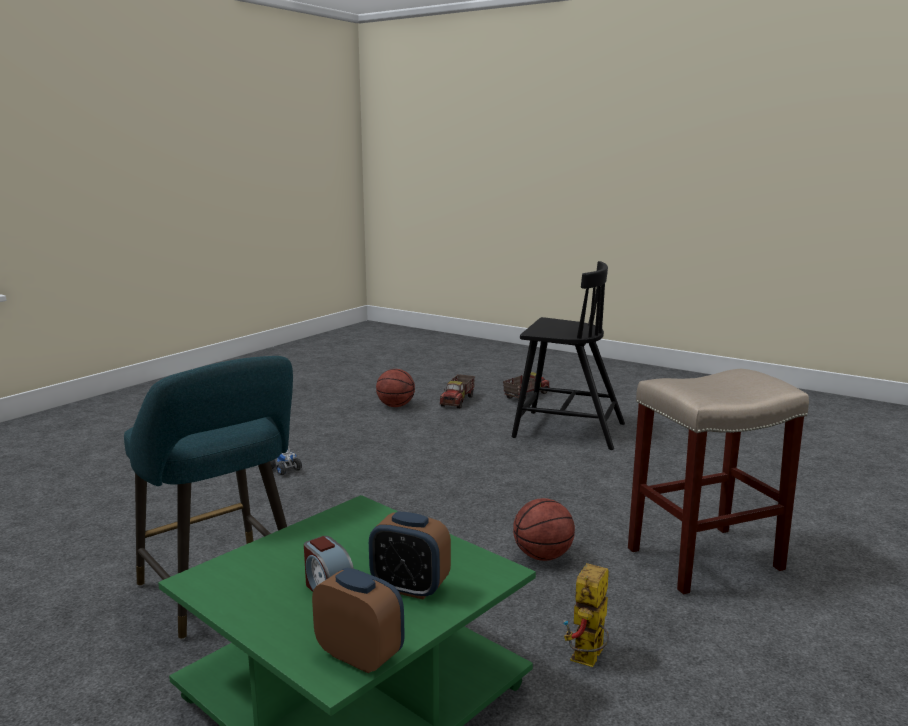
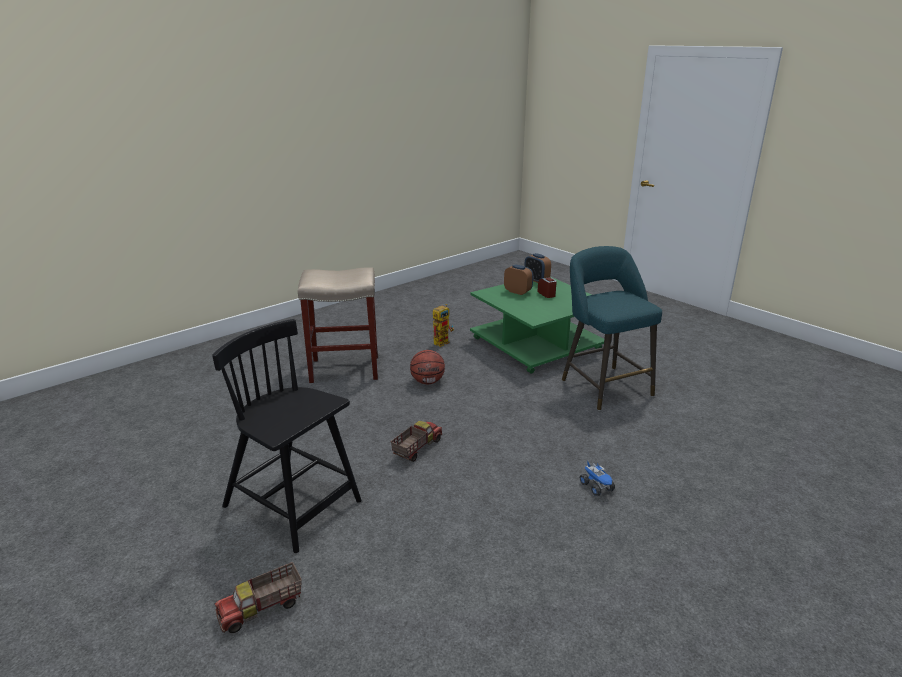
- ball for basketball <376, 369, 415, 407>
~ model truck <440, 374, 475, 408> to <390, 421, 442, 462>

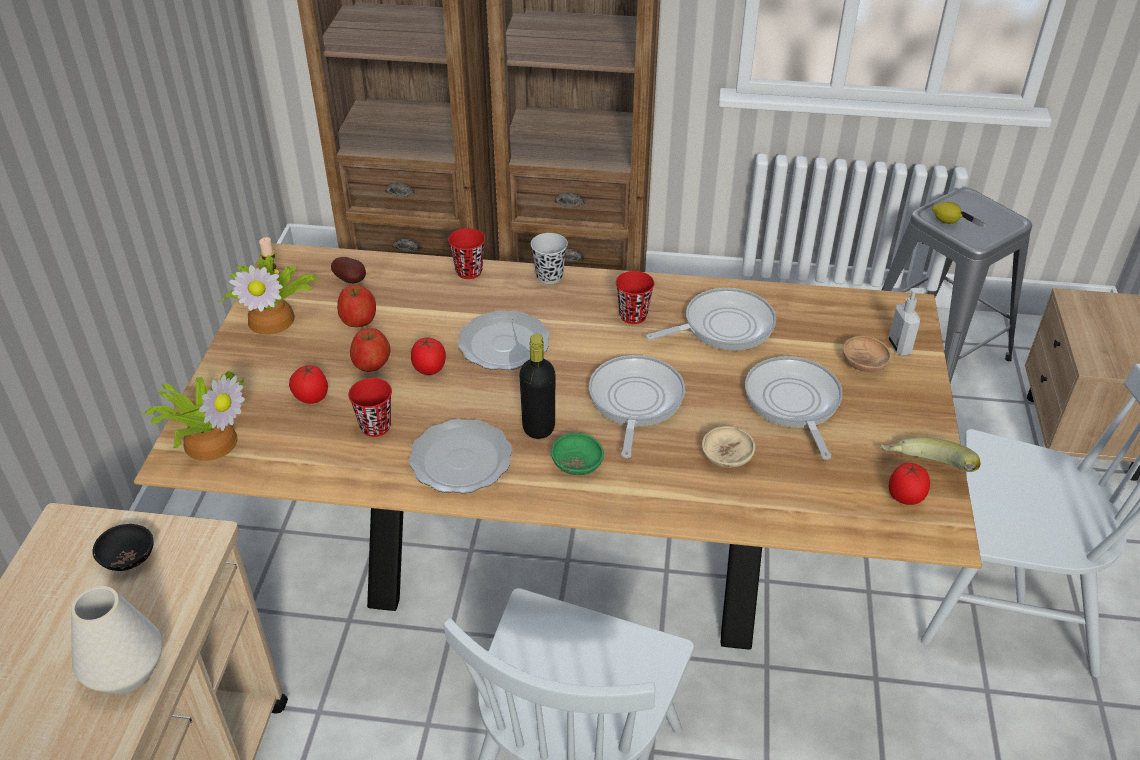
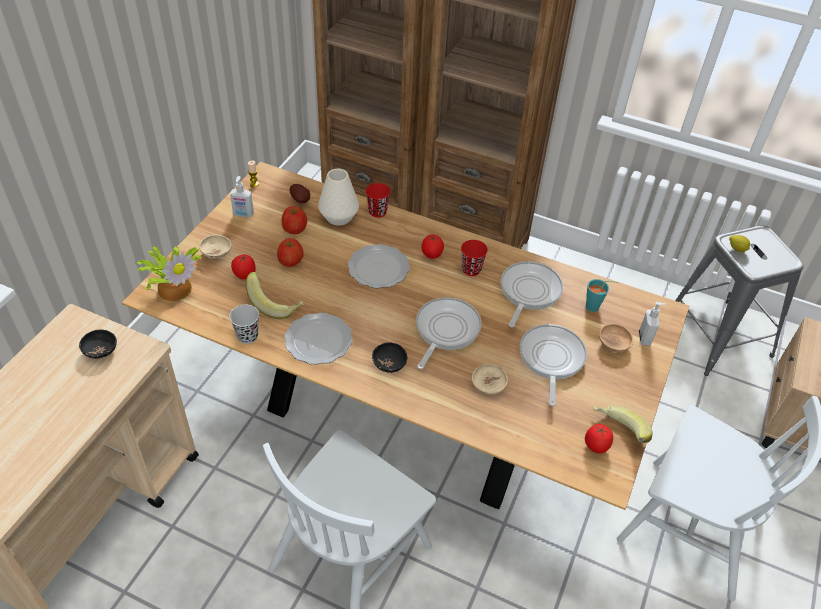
~ white vase <71, 586, 162, 694> to <318, 169, 359, 226>
~ potted plant <218, 255, 318, 335> to soap bottle <230, 176, 254, 217>
~ red small cup <348, 378, 392, 437> to banana <246, 272, 304, 319>
~ fresh tomato <411, 338, 446, 375> to <421, 235, 444, 259>
- blackish bottle <519, 334, 555, 439>
~ blackish small cup <531, 233, 568, 284> to <229, 305, 259, 344>
~ green-coloured bowl <551, 433, 604, 475> to blackish bowl <372, 342, 407, 373>
~ frying pan <646, 288, 776, 350> = <501, 261, 563, 327> 60 degrees counterclockwise
+ beige bowl <199, 235, 232, 259>
+ turquoise-coloured small cup <586, 279, 618, 312>

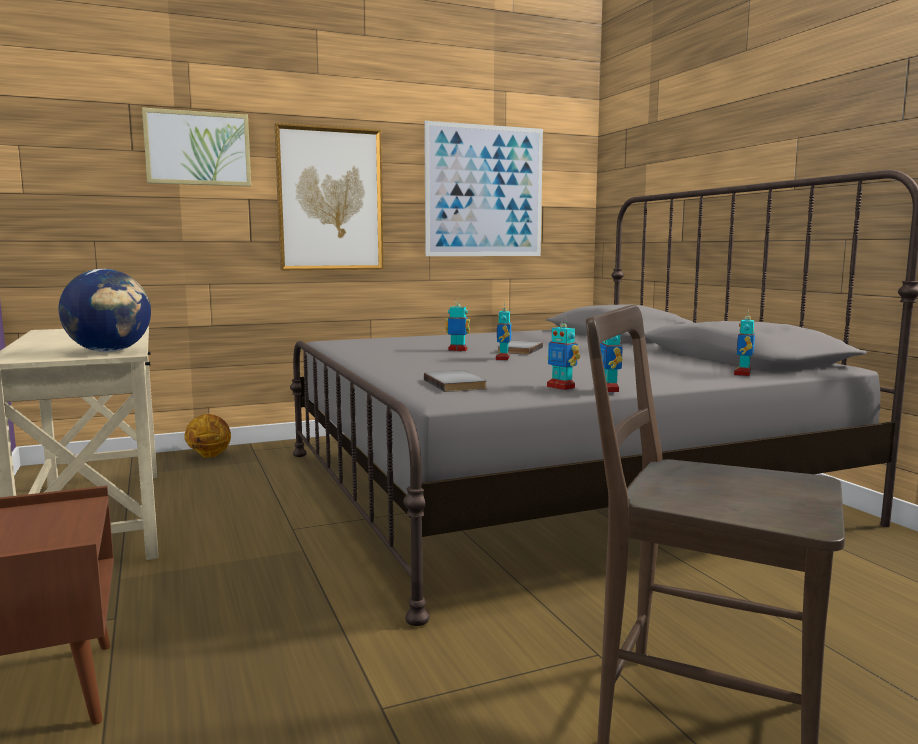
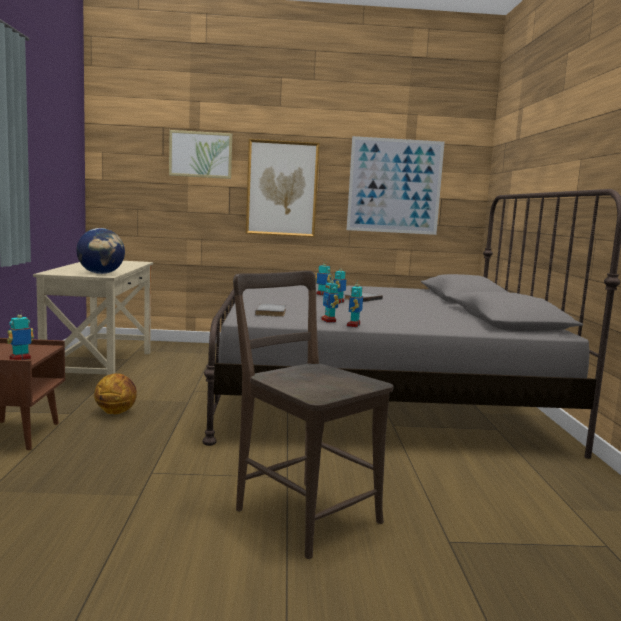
~ ball for basketball <184, 414, 231, 458> to <94, 373, 137, 414>
~ robot figure <734, 310, 755, 376> to <7, 315, 34, 360>

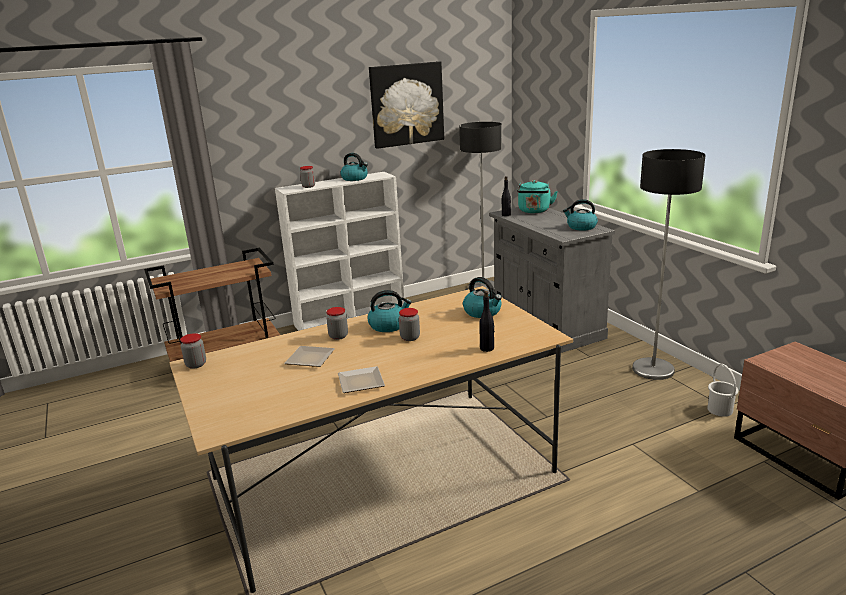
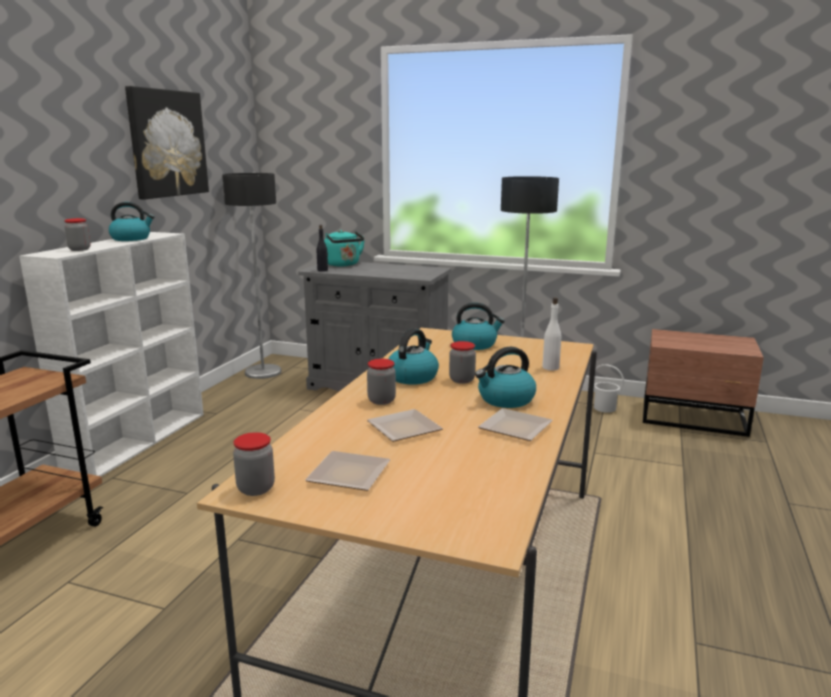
~ blackish bottle <479, 291, 495, 352> to white bottle <542, 297, 561, 370>
~ kettle <563, 199, 598, 231> to <475, 347, 536, 408>
+ plate <305, 451, 390, 491>

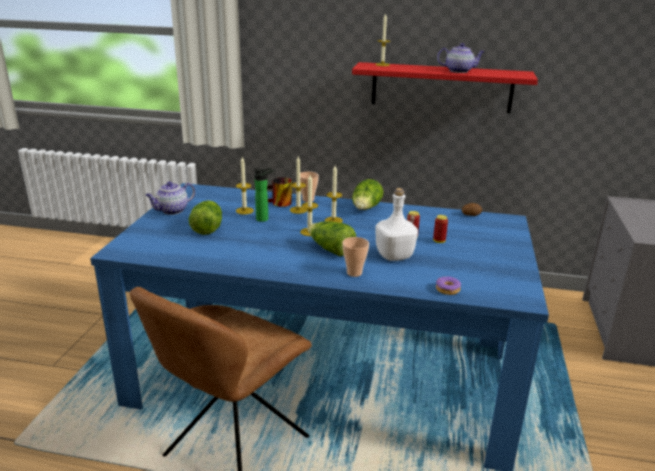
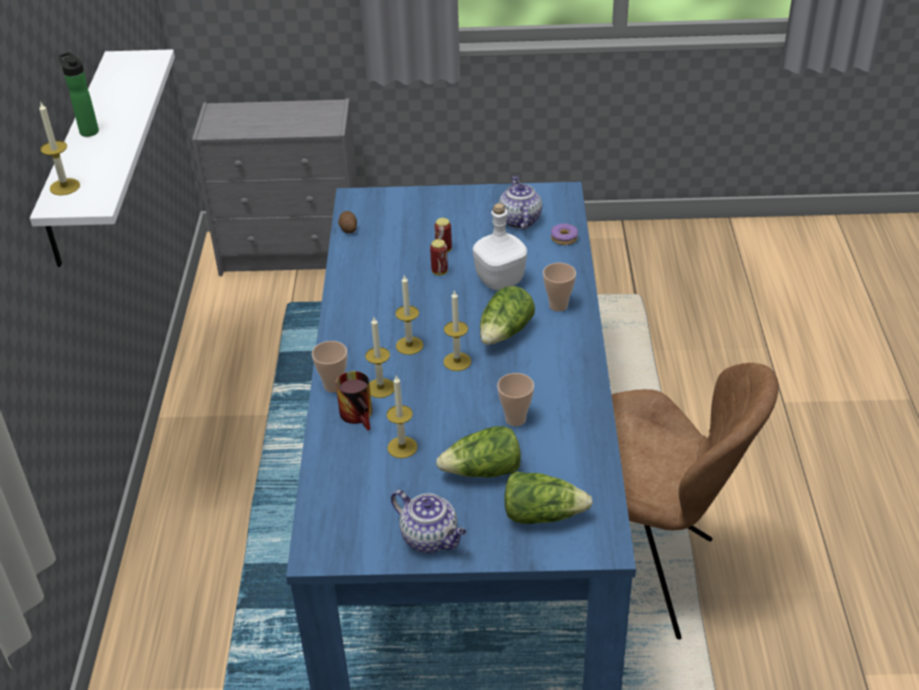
~ bottle <254, 168, 272, 222> to <58, 52, 99, 137>
~ red bracket shelf <352, 62, 538, 113> to white bracket shelf <30, 49, 175, 267>
~ lettuce head <352, 179, 384, 210> to <504, 472, 593, 524>
~ tea pot <437, 43, 485, 73> to <499, 175, 542, 229>
+ small cup <497, 373, 534, 426>

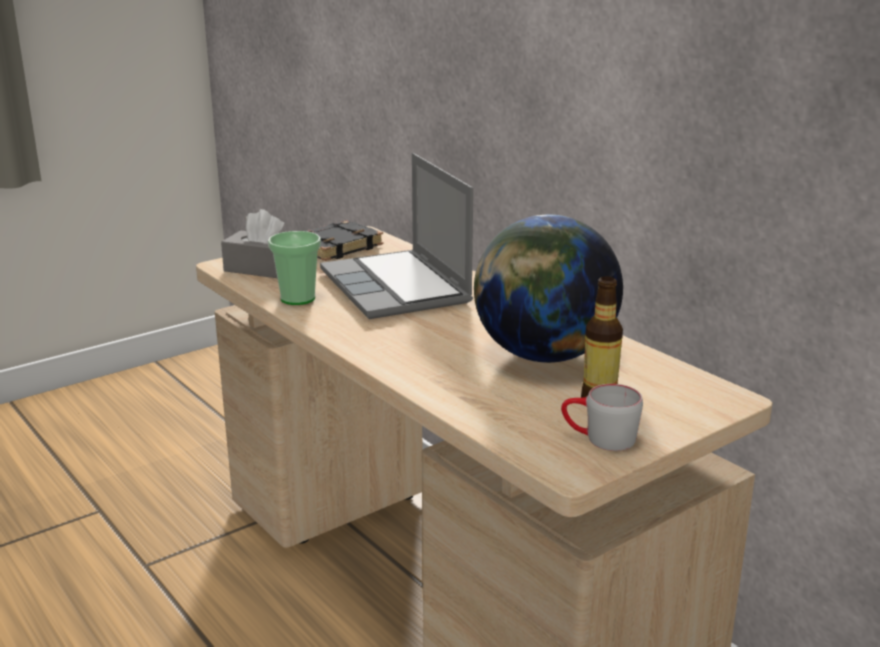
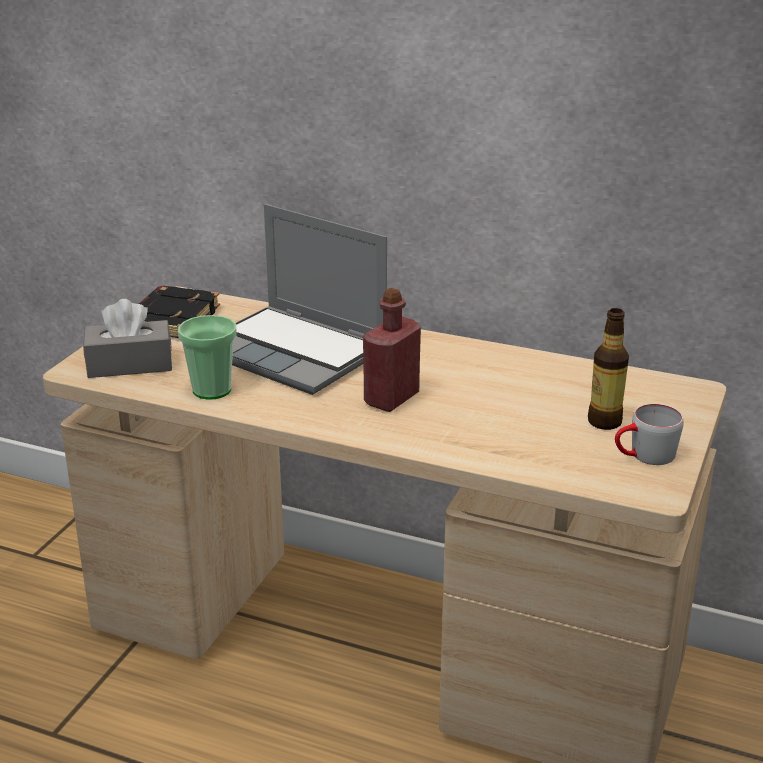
- globe <474, 215, 623, 363>
+ red bottle <363, 288, 421, 412>

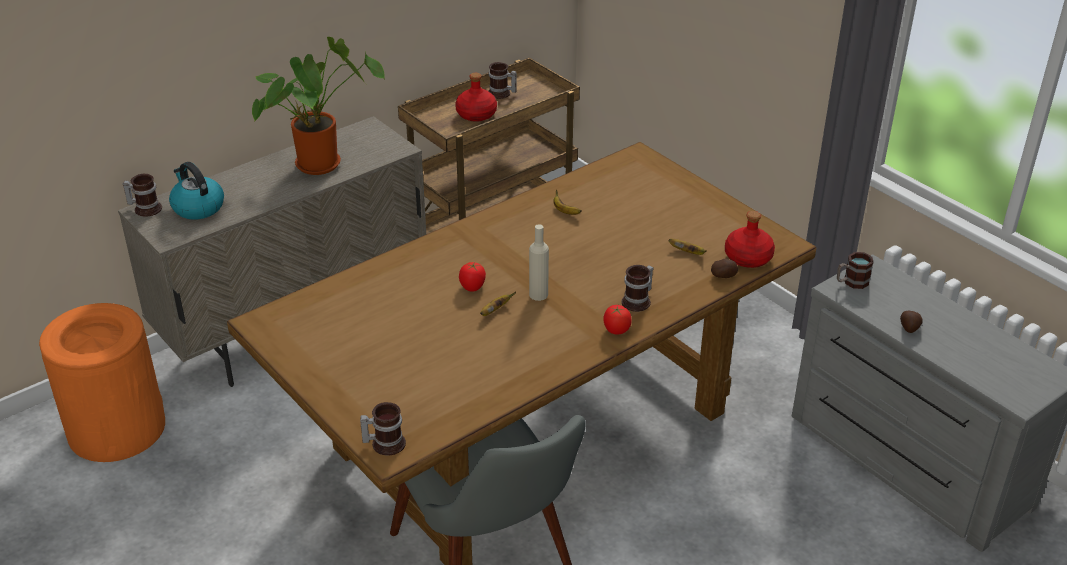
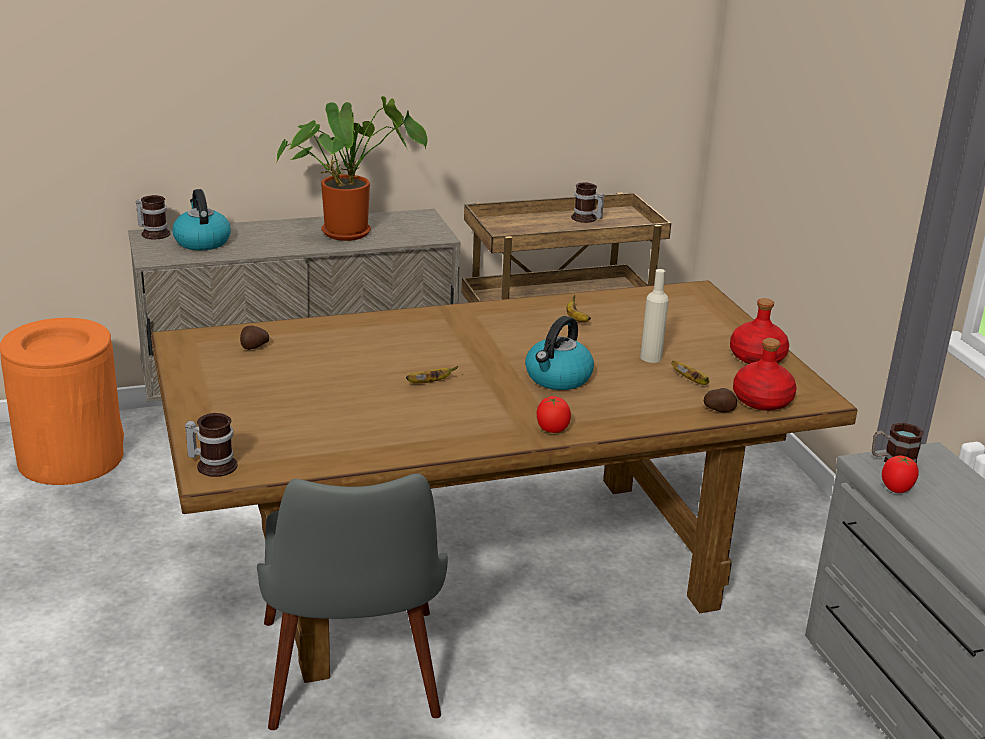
~ red bottle <455, 73, 497, 122> to <730, 298, 789, 364>
~ fresh tomato <459, 262, 486, 292> to <882, 456, 919, 493>
~ beige bottle <529, 224, 549, 301> to <640, 269, 669, 363>
- mug <621, 265, 654, 312>
~ spud <900, 311, 923, 333> to <240, 326, 269, 350>
+ kettle <525, 316, 594, 390>

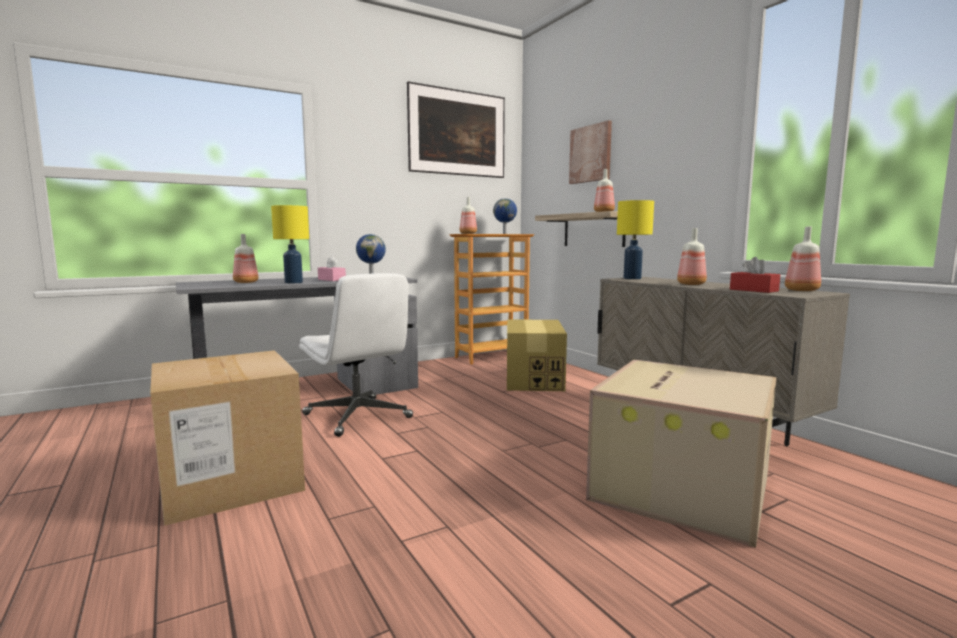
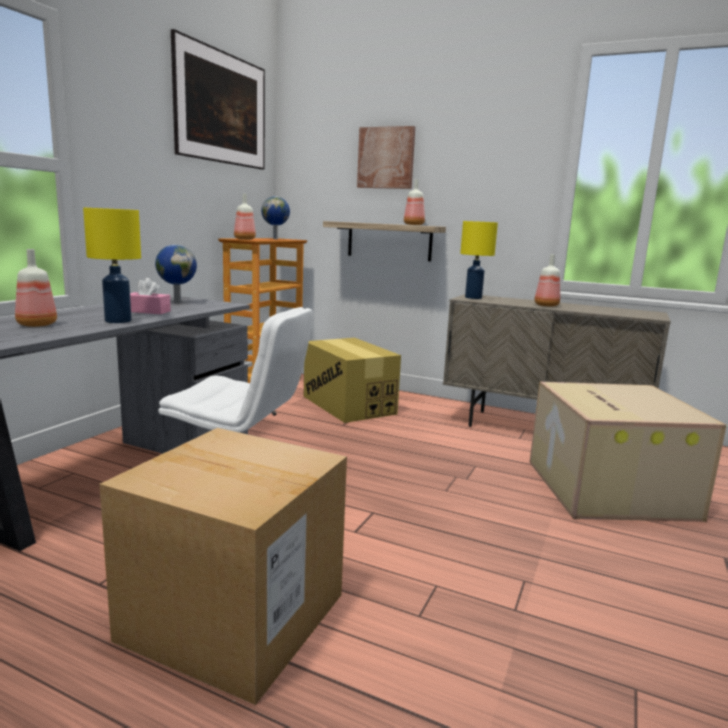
- red tissue holder <730, 257, 780, 293>
- bottle <785, 227, 821, 291>

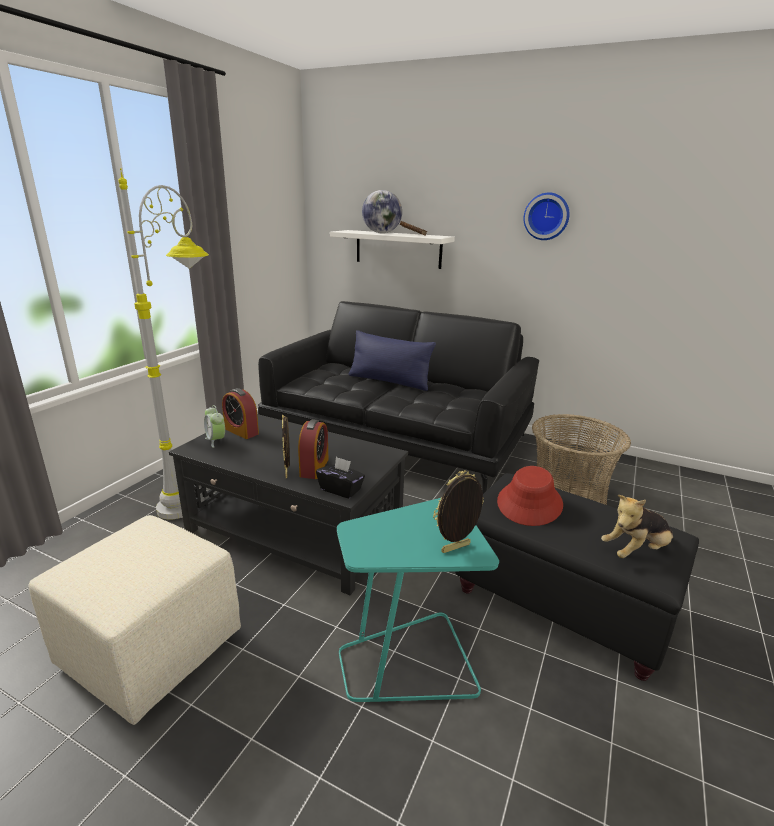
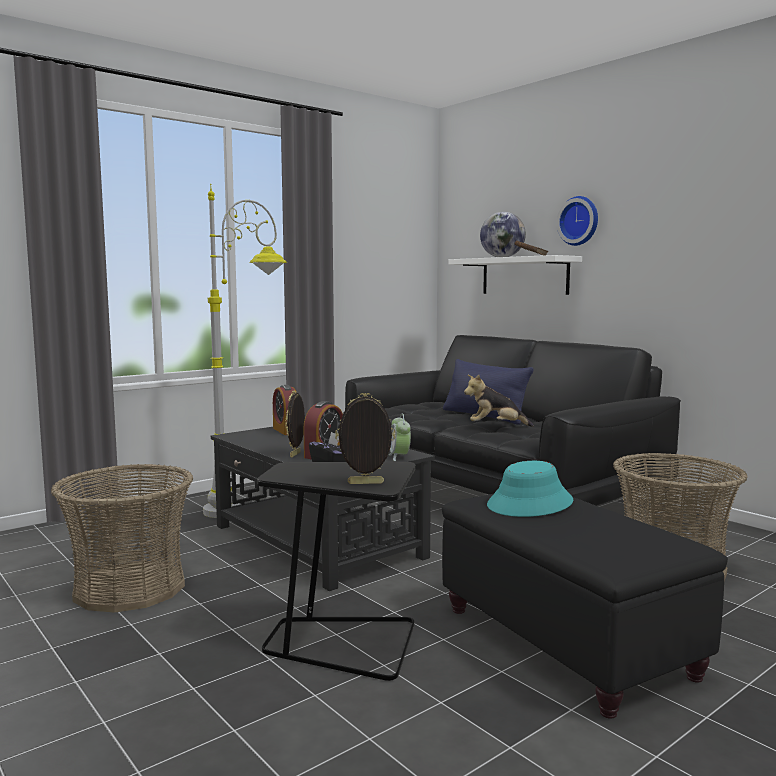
~ beige footrest <28, 515, 241, 725> to household basket <51, 464, 193, 613>
~ alarm clock <204, 405, 225, 448> to <389, 413, 411, 461>
~ turquoise-coloured side table <337, 498, 499, 702> to blackish side table <257, 462, 415, 681>
~ red clothing hat <497, 466, 563, 526> to turquoise-coloured clothing hat <487, 461, 573, 517>
~ wall clock <524, 193, 570, 240> to <556, 196, 598, 246>
~ plush toy <601, 495, 673, 558> to <464, 375, 534, 427>

